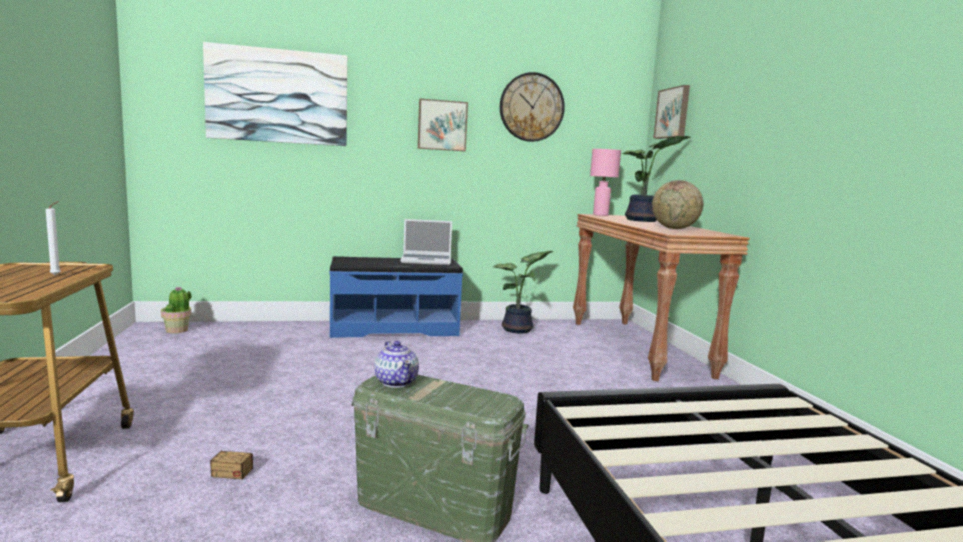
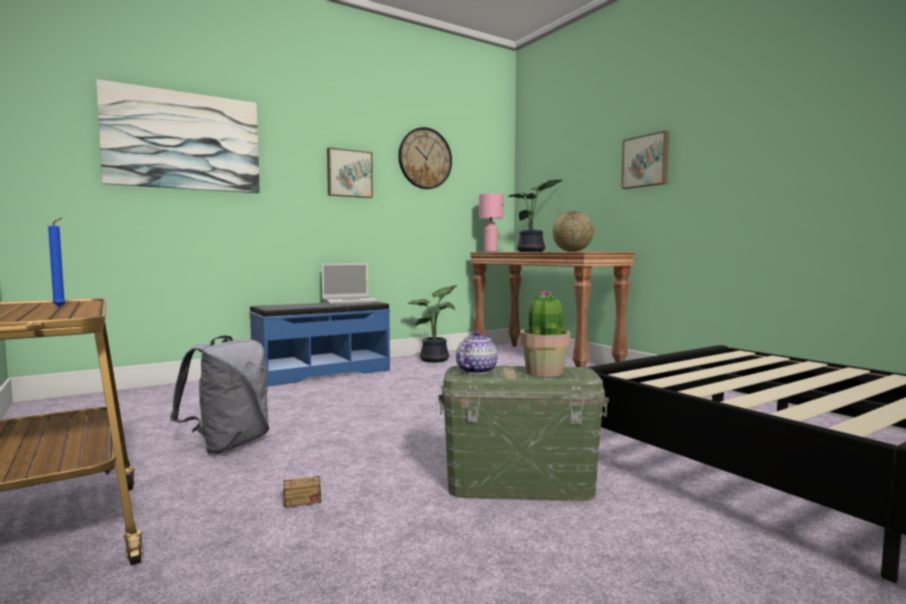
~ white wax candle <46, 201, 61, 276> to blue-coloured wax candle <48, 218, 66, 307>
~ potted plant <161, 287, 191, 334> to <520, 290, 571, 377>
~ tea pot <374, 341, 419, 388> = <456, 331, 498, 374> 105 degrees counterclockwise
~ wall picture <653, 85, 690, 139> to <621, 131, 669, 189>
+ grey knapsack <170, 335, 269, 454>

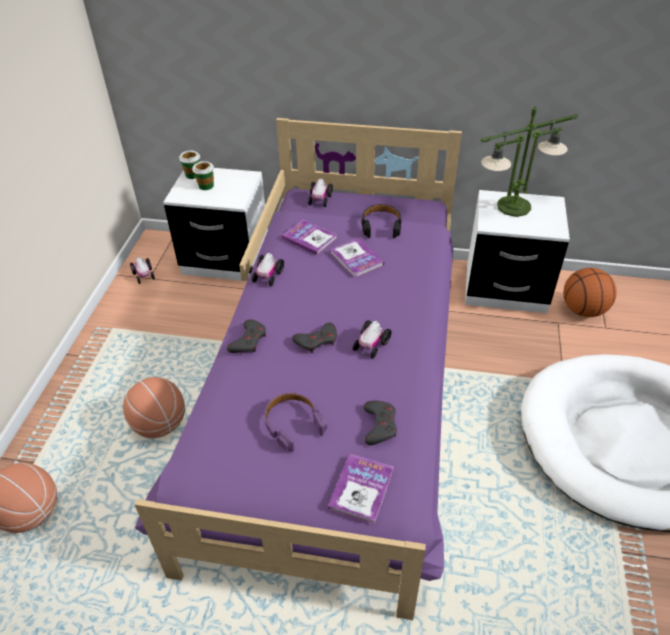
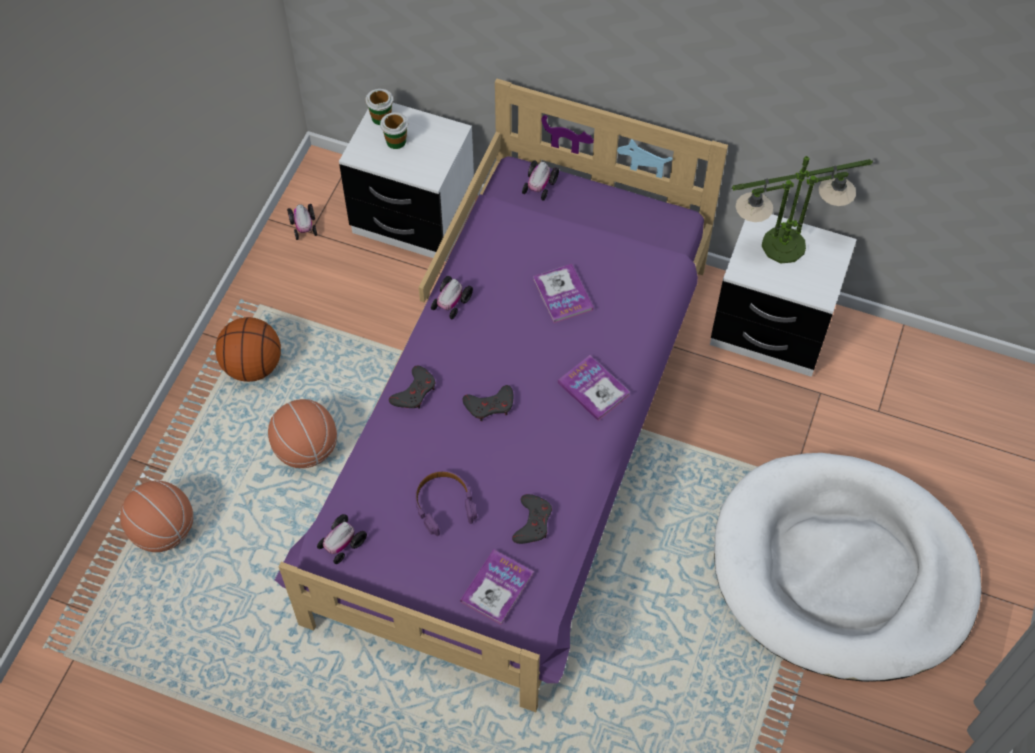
~ book <282, 220, 337, 255> to <558, 355, 630, 421>
~ miniature car <353, 320, 392, 359> to <317, 514, 367, 564>
- blackish headset <362, 204, 402, 238>
~ ball for basketball <563, 268, 617, 317> to <215, 317, 281, 382>

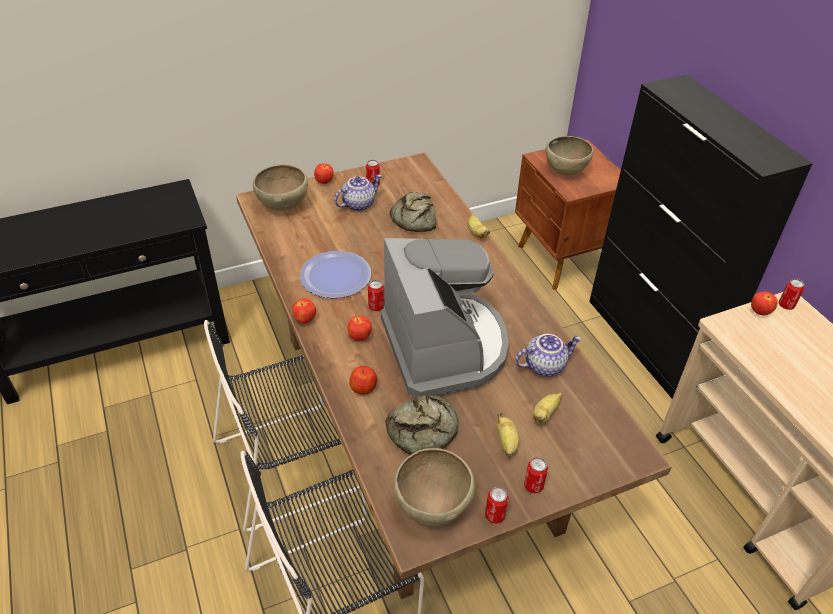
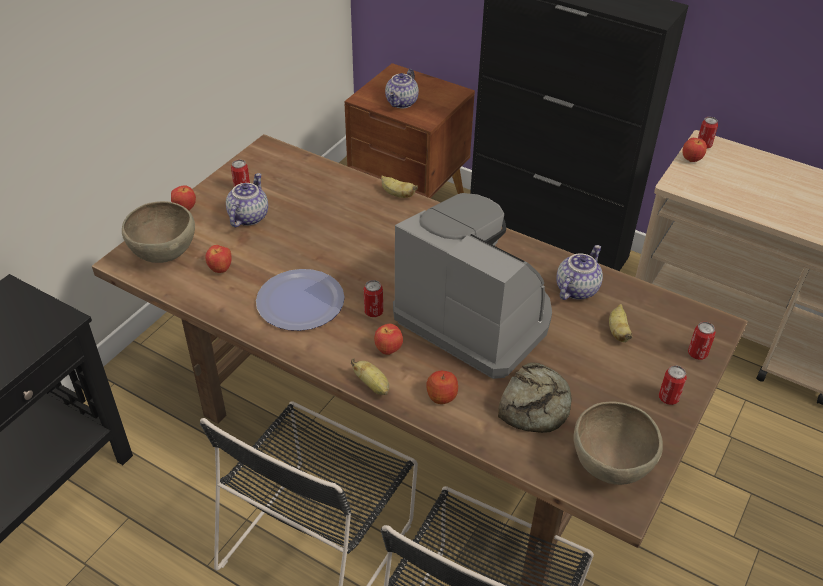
~ apple <292, 298, 316, 324> to <205, 245, 232, 273>
- bread <390, 192, 436, 232>
~ sealed can <485, 487, 509, 524> to <688, 322, 716, 360>
~ banana <497, 412, 519, 456> to <351, 358, 389, 395>
~ brown bowl <546, 136, 593, 175> to tea pot <385, 69, 419, 109>

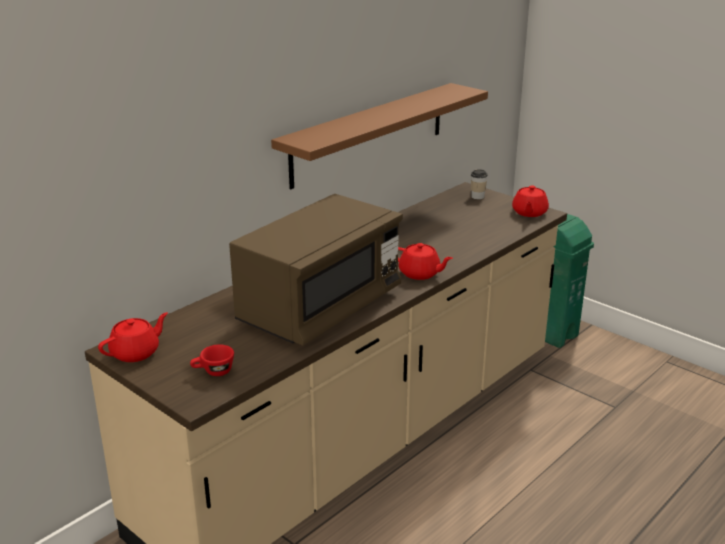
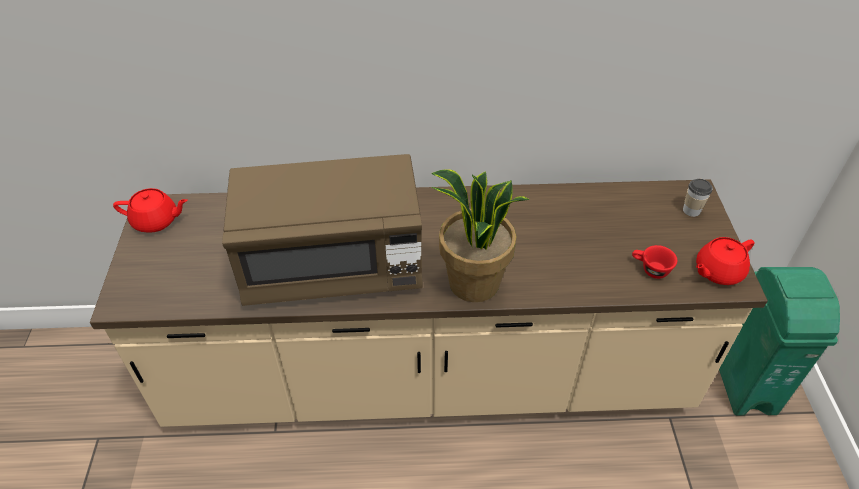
~ red small cup <190, 344, 234, 376> to <632, 245, 677, 279>
- brown bracket shelf <271, 83, 488, 189>
~ red tea pot <398, 243, 453, 280> to potted plant <431, 169, 530, 302>

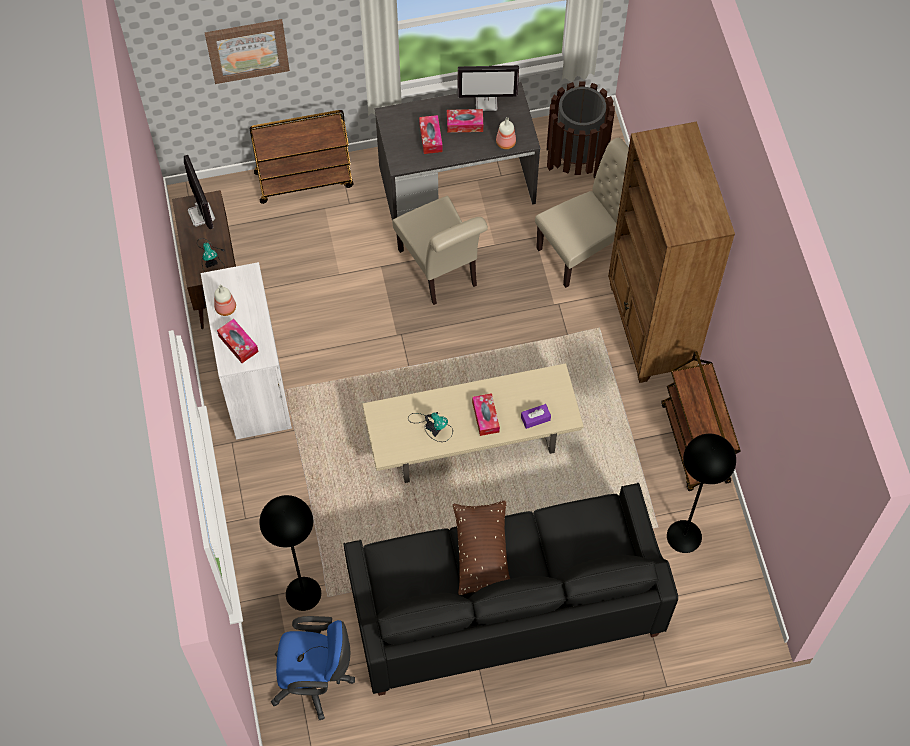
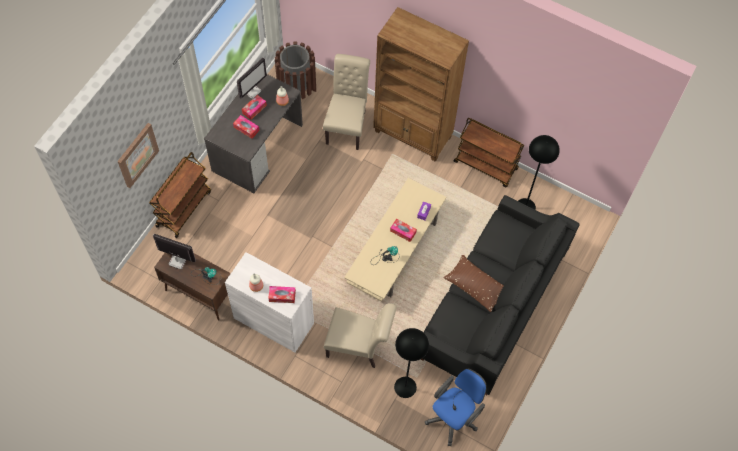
~ beige upright chair <392, 196, 488, 305> to <324, 303, 397, 368>

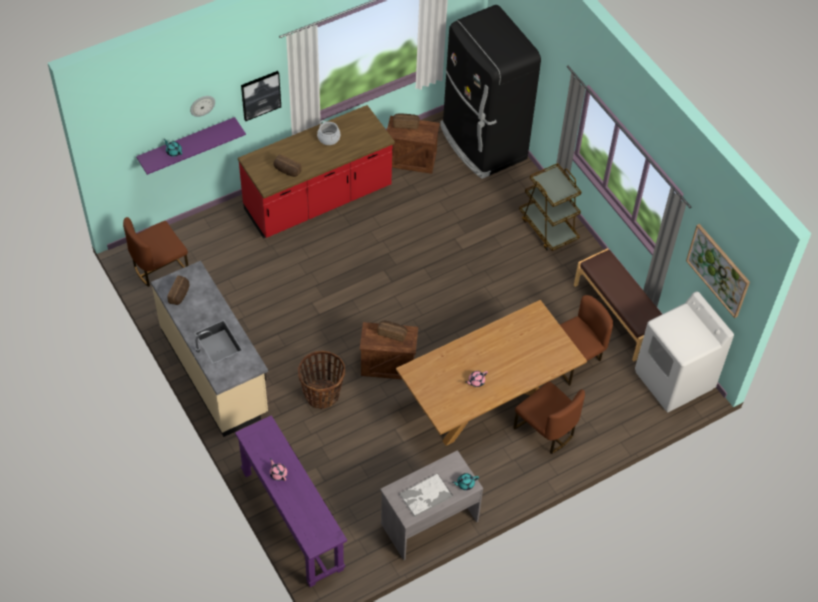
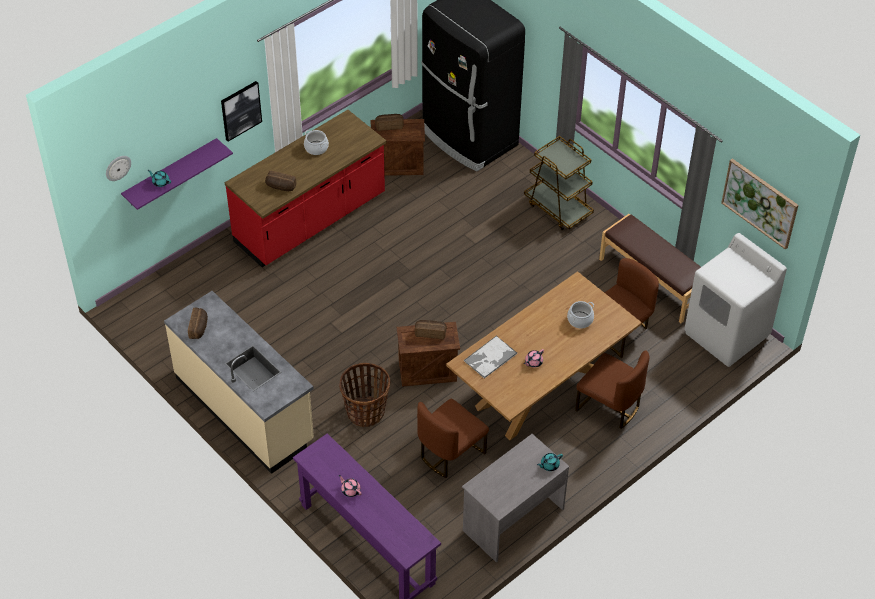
~ brown upright chair <123, 217, 188, 287> to <417, 399, 489, 478>
~ wall clock <190, 96, 215, 117> to <106, 156, 131, 181>
~ carrying tray <399, 473, 453, 517> to <464, 335, 517, 379>
+ cooking pot <567, 301, 594, 329>

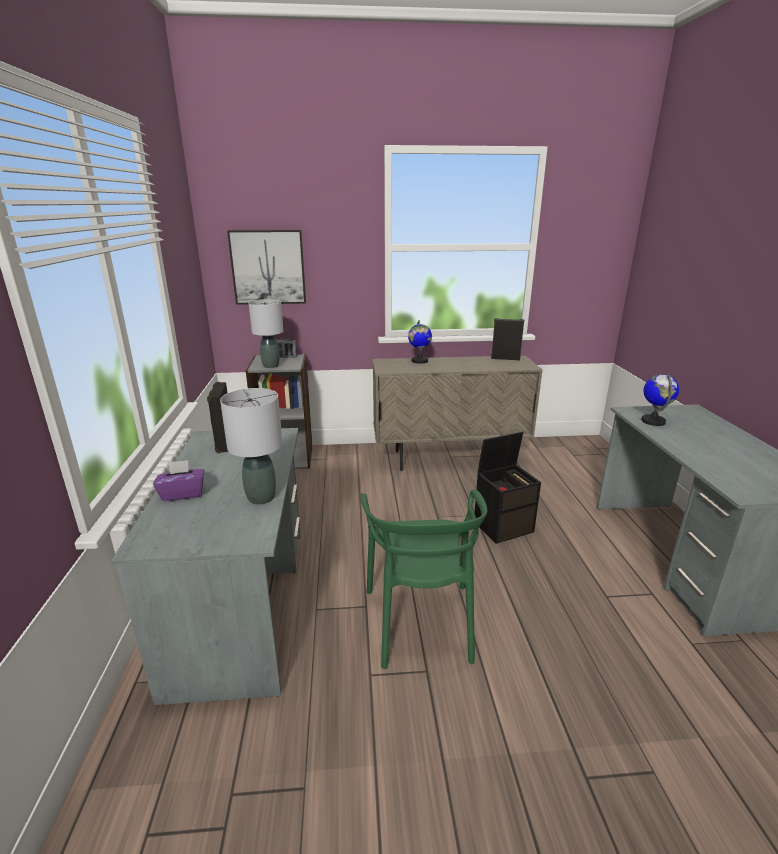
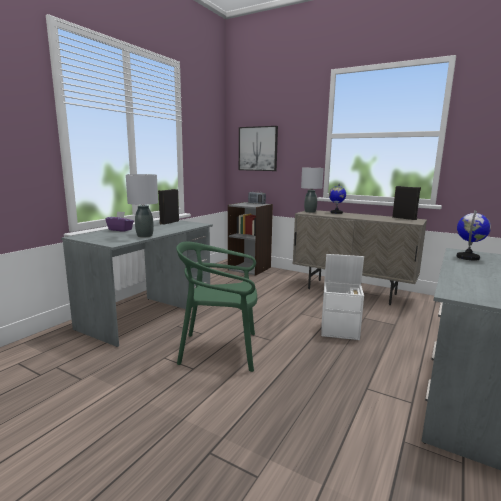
~ grey lamp for a table <248, 299, 283, 368> to <301, 168, 324, 213>
~ green-coloured upright chair <361, 490, 487, 669> = <176, 242, 257, 372> 60 degrees clockwise
~ blackish storage bin <475, 432, 541, 544> to white storage bin <321, 254, 364, 340>

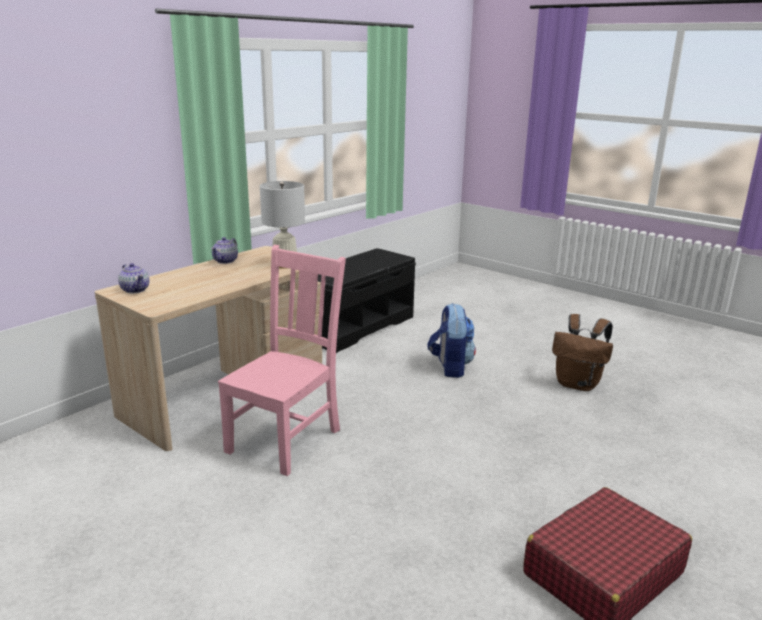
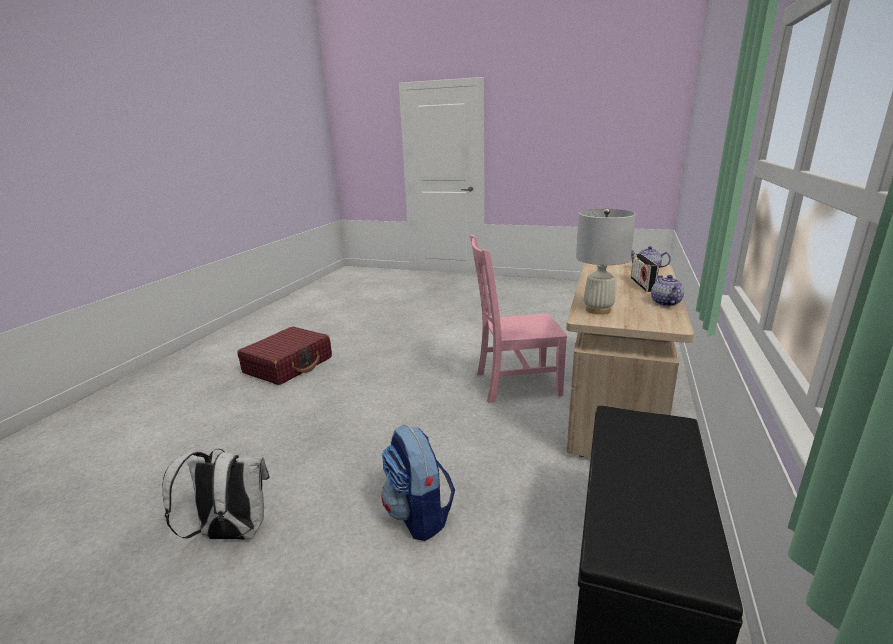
~ pink-coloured upright chair <218, 245, 346, 476> = <470, 235, 567, 403> 75 degrees clockwise
~ brown knapsack <552, 314, 613, 391> to white knapsack <162, 449, 269, 540>
+ radio receiver <631, 254, 659, 292>

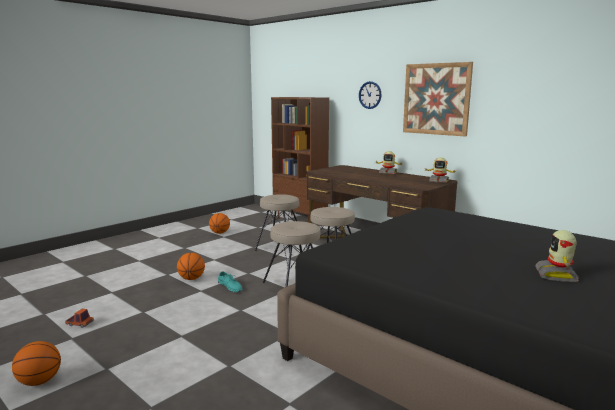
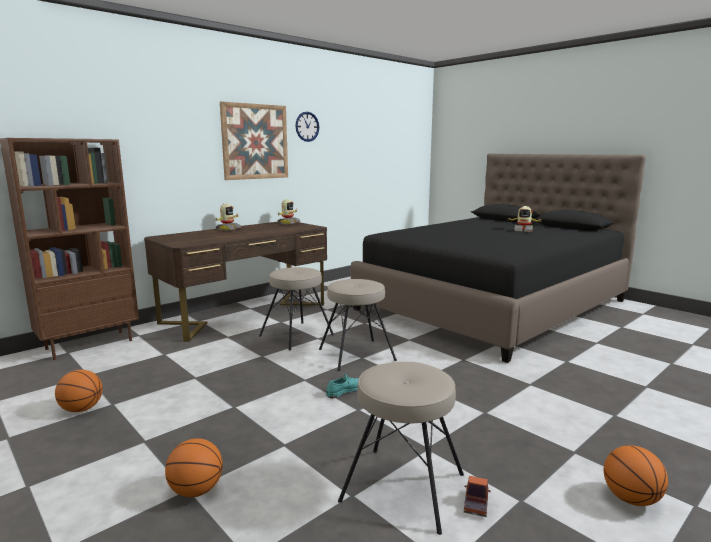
~ ball for basketball <177, 253, 205, 280> to <165, 438, 223, 497>
~ beige stool seat <254, 194, 299, 255> to <338, 362, 464, 535>
~ wall clock <359, 81, 381, 109> to <295, 112, 319, 142>

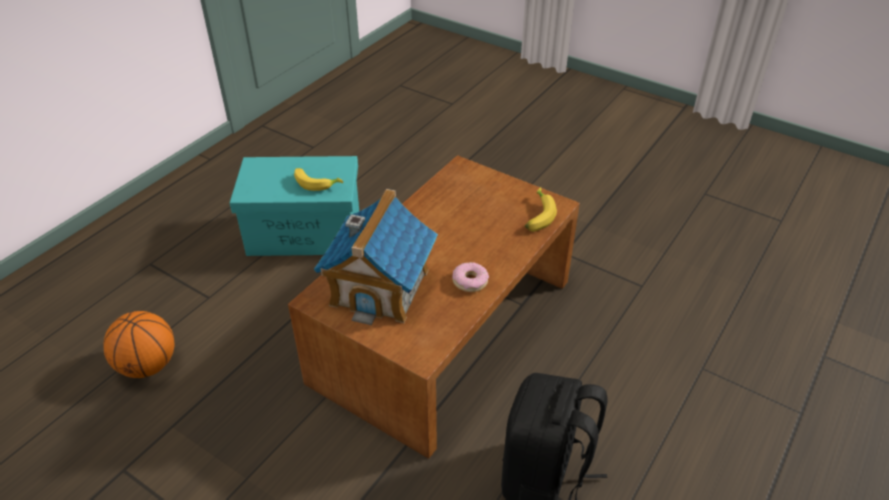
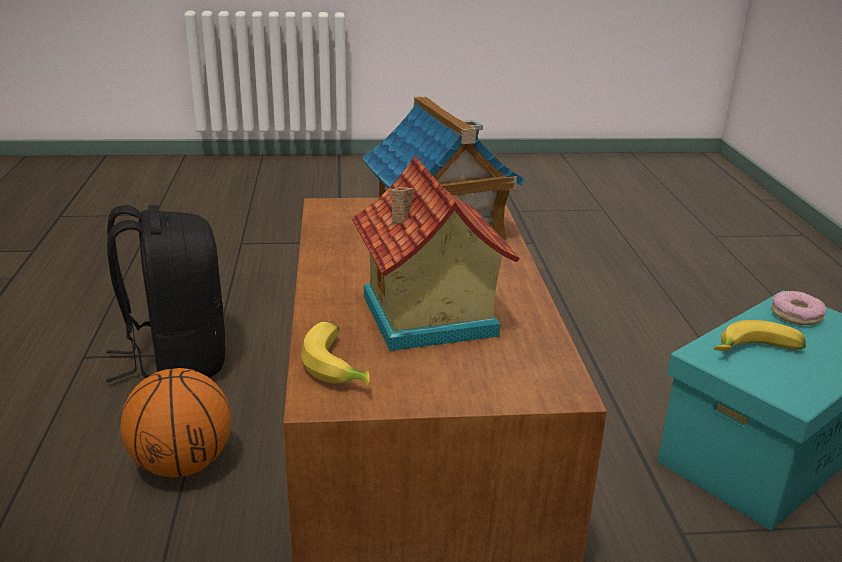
~ ball for basketball <104, 311, 174, 378> to <120, 368, 231, 477>
~ doughnut <452, 262, 489, 292> to <771, 291, 827, 325>
+ toy house <352, 156, 519, 351>

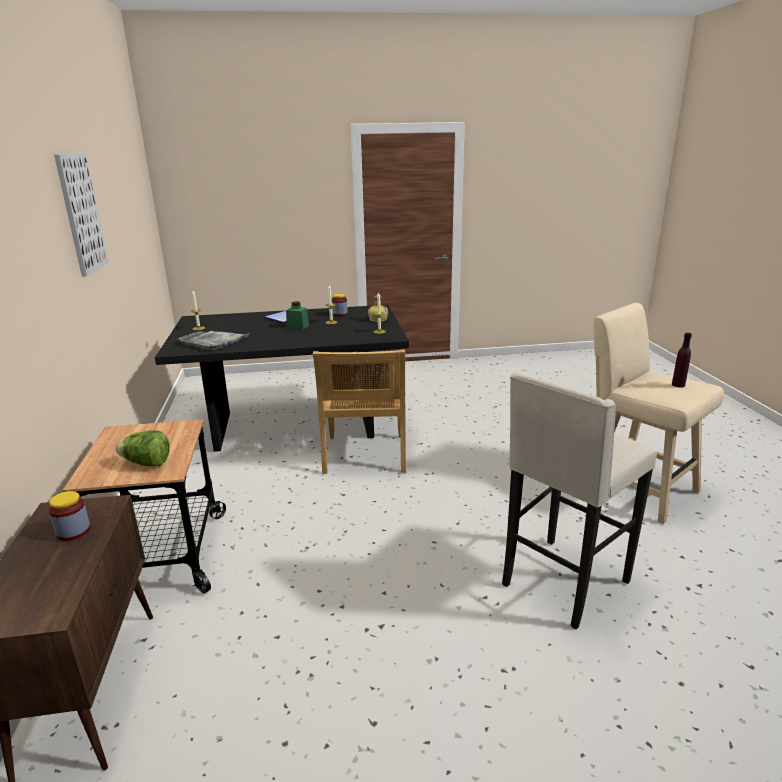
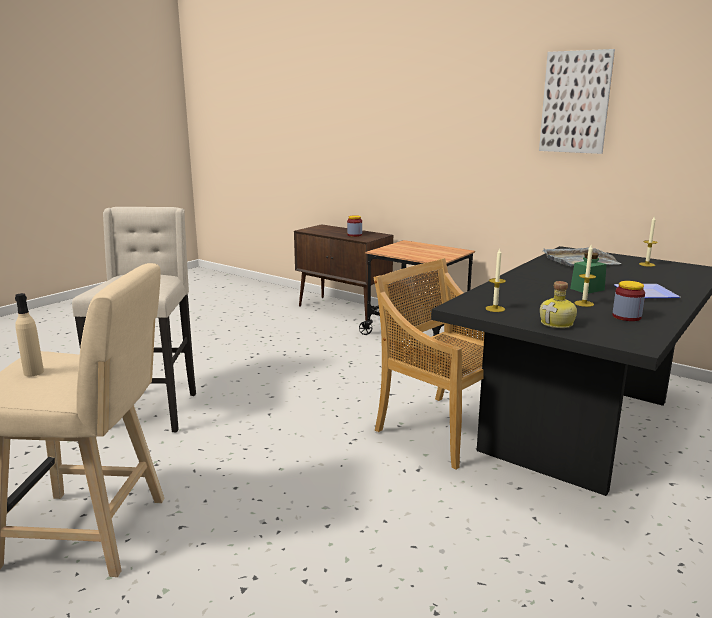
- lettuce head <116, 430, 170, 466>
~ purple-coloured bottle <672, 333, 692, 388> to beige bottle <15, 293, 44, 377>

